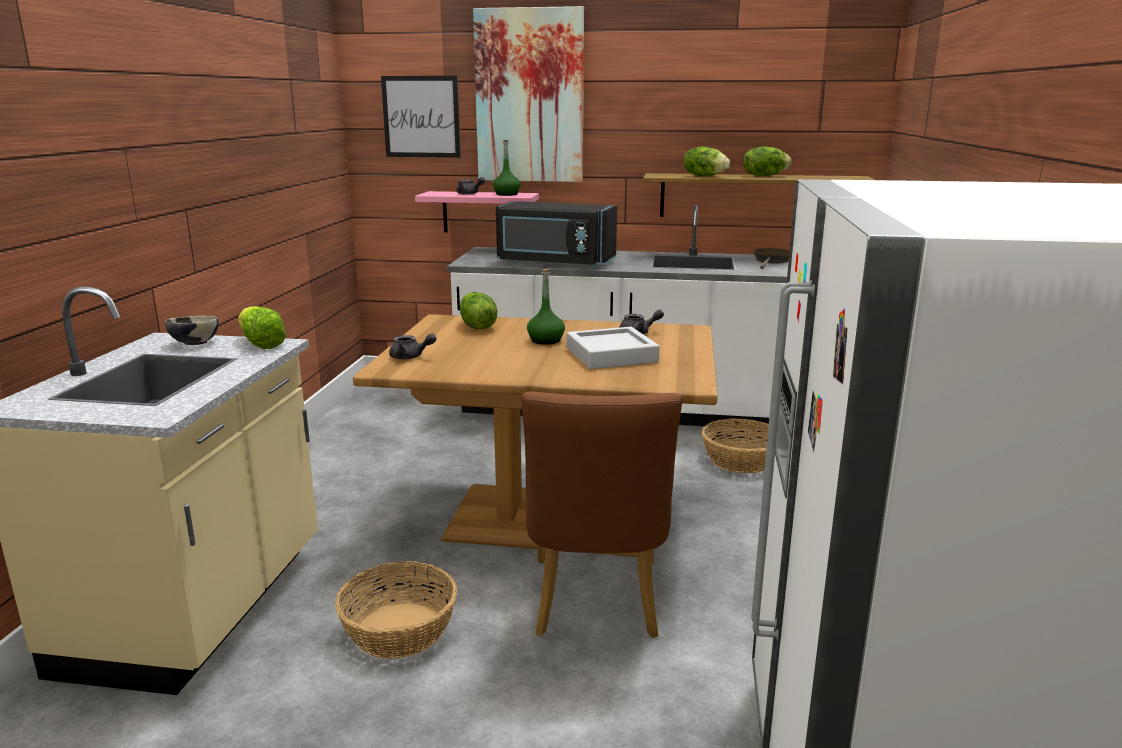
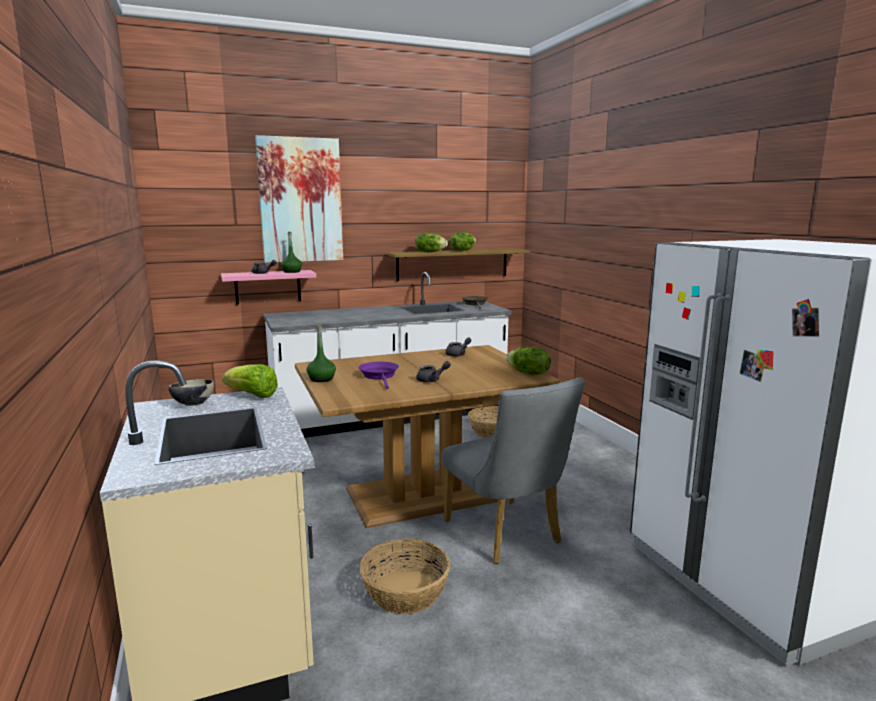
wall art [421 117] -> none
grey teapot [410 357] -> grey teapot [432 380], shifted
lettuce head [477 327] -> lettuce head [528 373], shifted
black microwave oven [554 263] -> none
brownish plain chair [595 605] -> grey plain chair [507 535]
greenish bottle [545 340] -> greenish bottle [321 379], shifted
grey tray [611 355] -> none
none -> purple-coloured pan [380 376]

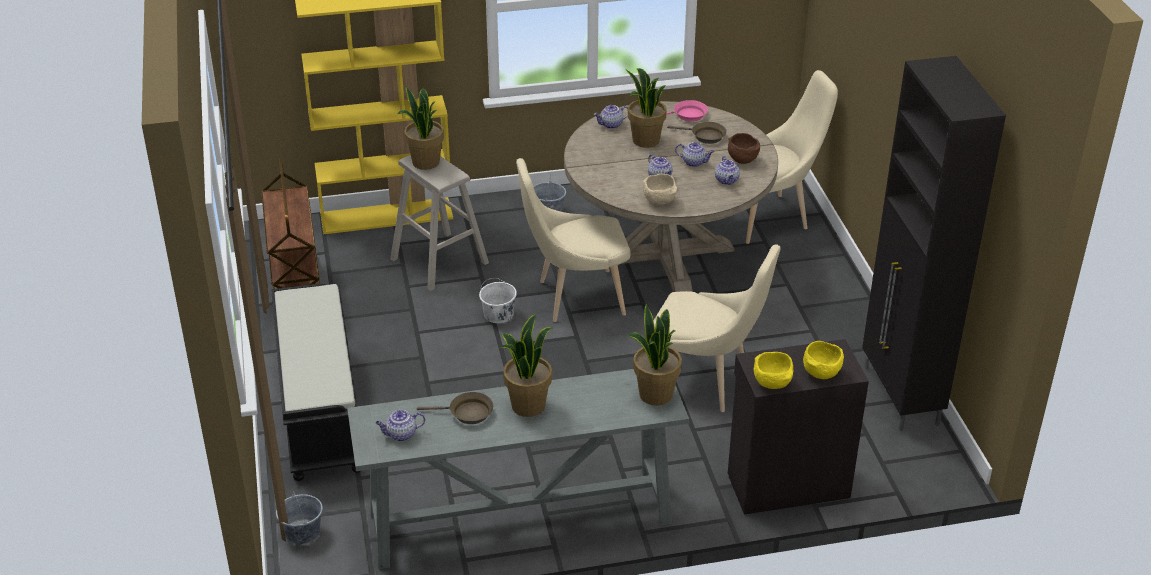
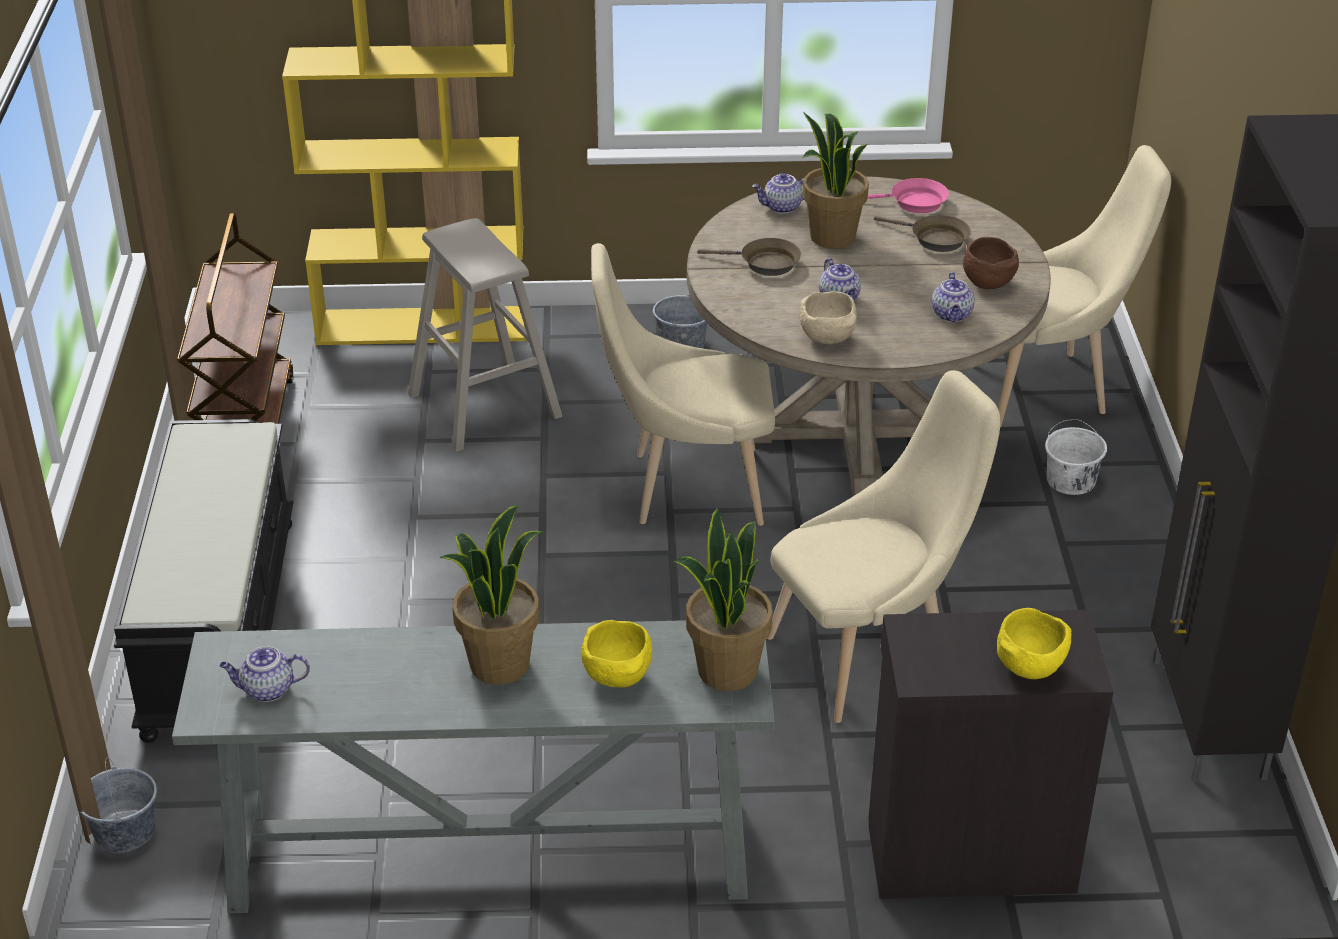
potted plant [425 162] -> none
brownish pan [467 413] -> brownish pan [764 263], shifted
white bucket [499 314] -> white bucket [1071 481], shifted
beige-coloured plain chair [706 382] -> beige-coloured plain chair [869 655], 60 degrees counterclockwise
teapot [694 162] -> none
yellow deep dish [773 383] -> yellow deep dish [619 677], shifted

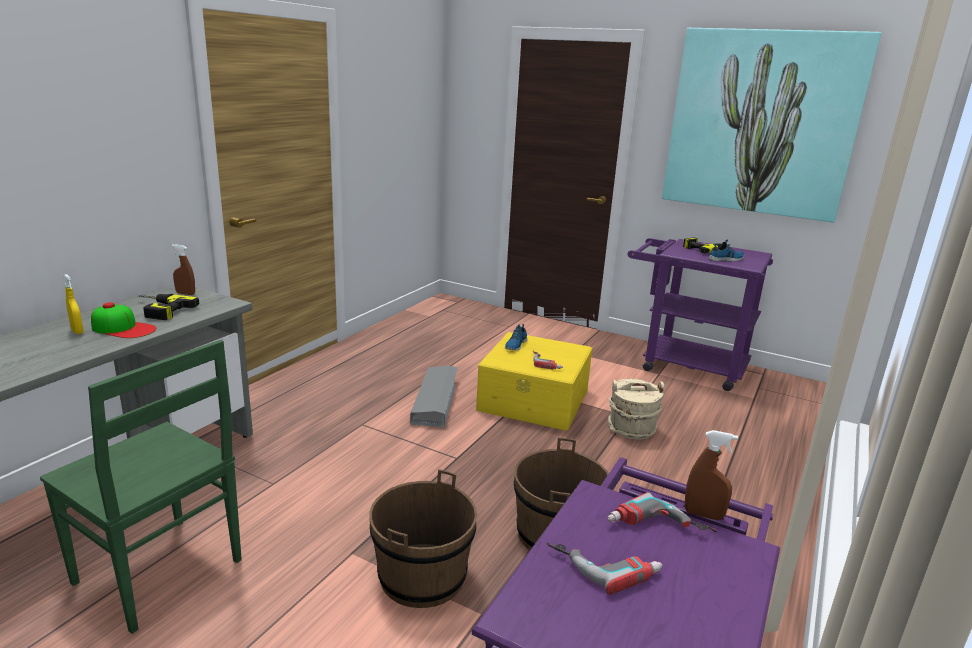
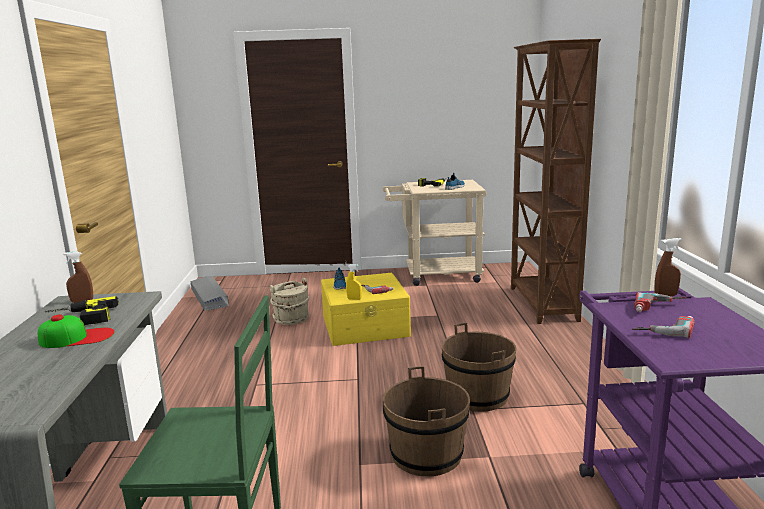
yellow hand sprayer [77 331] -> yellow hand sprayer [354 299], shifted
grey storage bin [436 401] -> grey storage bin [209 297], shifted
beige-coloured bucket [631 429] -> beige-coloured bucket [291 319], shifted
purple-coloured trolley [683 365] -> beige-coloured trolley [435 275]
wall art [761 123] -> none
none -> brownish bookcase [542 304]

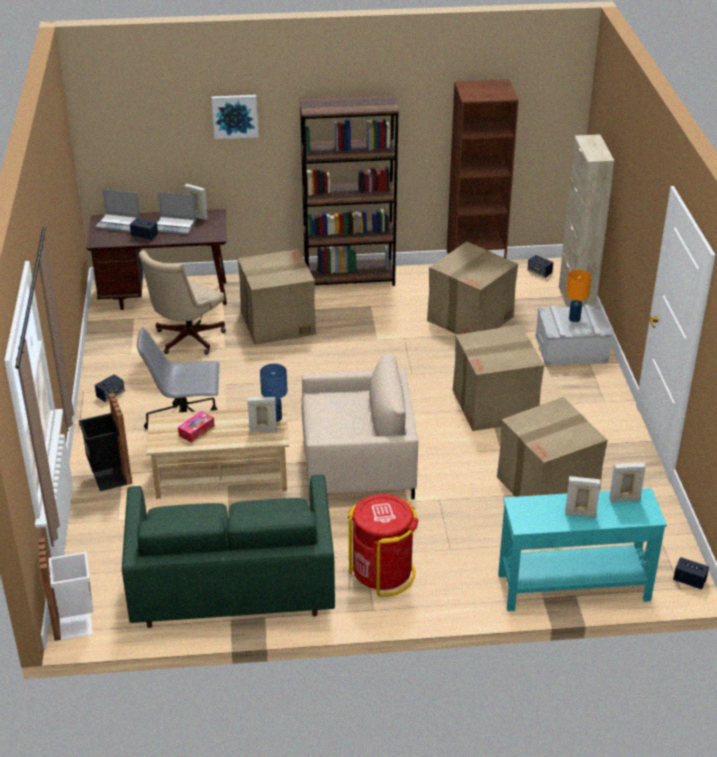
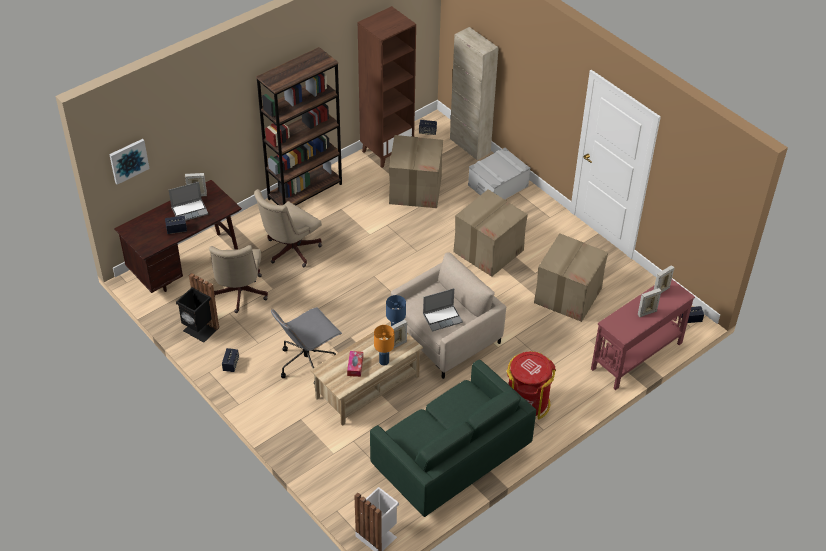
black rubbish bin [109 476] -> black rubbish bin [200 330], shifted
notebook computer [119 223] -> notebook computer [442 318], shifted
wall art [235 116] -> wall art [128 160], shifted
cardboard box [277 322] -> beige-coloured office chair [289 251]
turquoise-coloured console table [572 587] -> reddish console table [636 356]
orange lamp for a table [574 319] -> orange lamp for a table [384 361], shifted

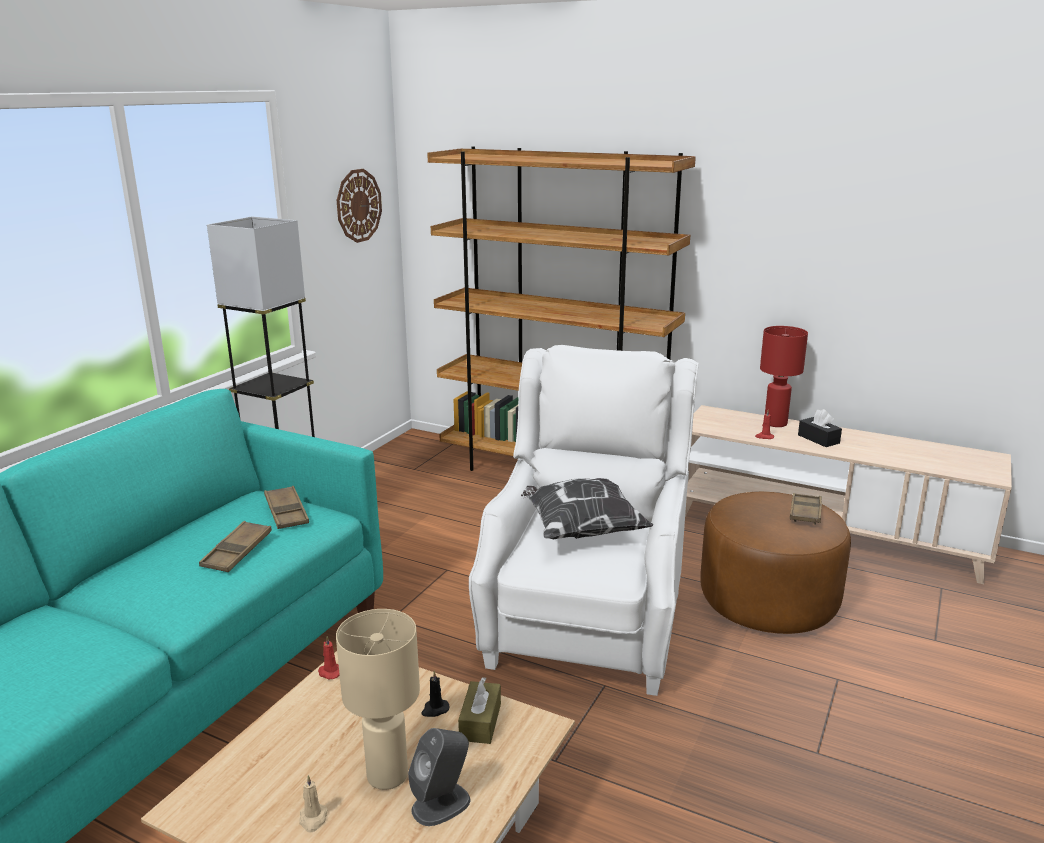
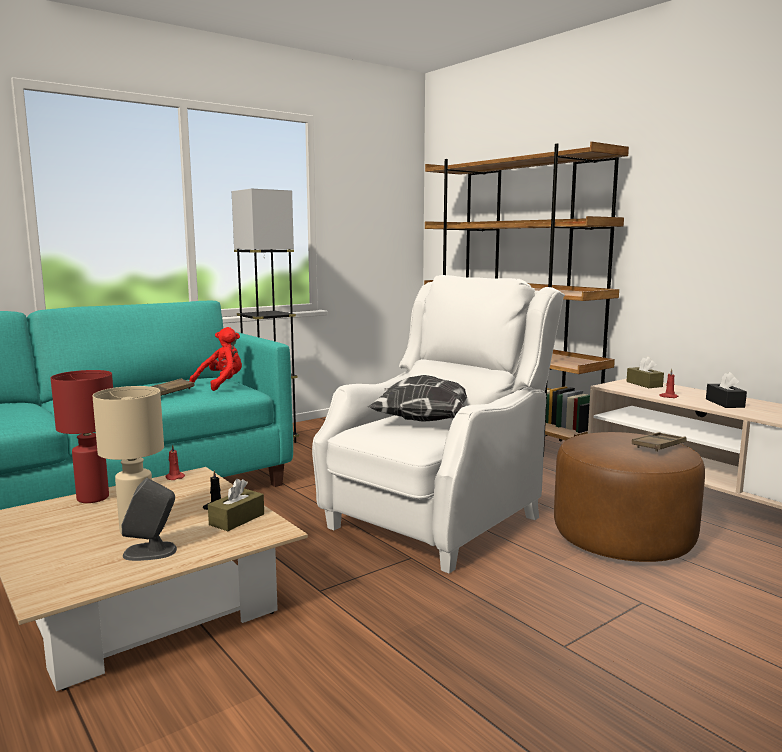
brownish tray [286 512] -> reddish plush toy [221 384]
beige-coloured wax light [313 819] -> none
wall clock [358 205] -> none
reddish lamp for a table [775 423] -> reddish lamp for a table [92 498], shifted
none -> brownish box of tissues [644 384]

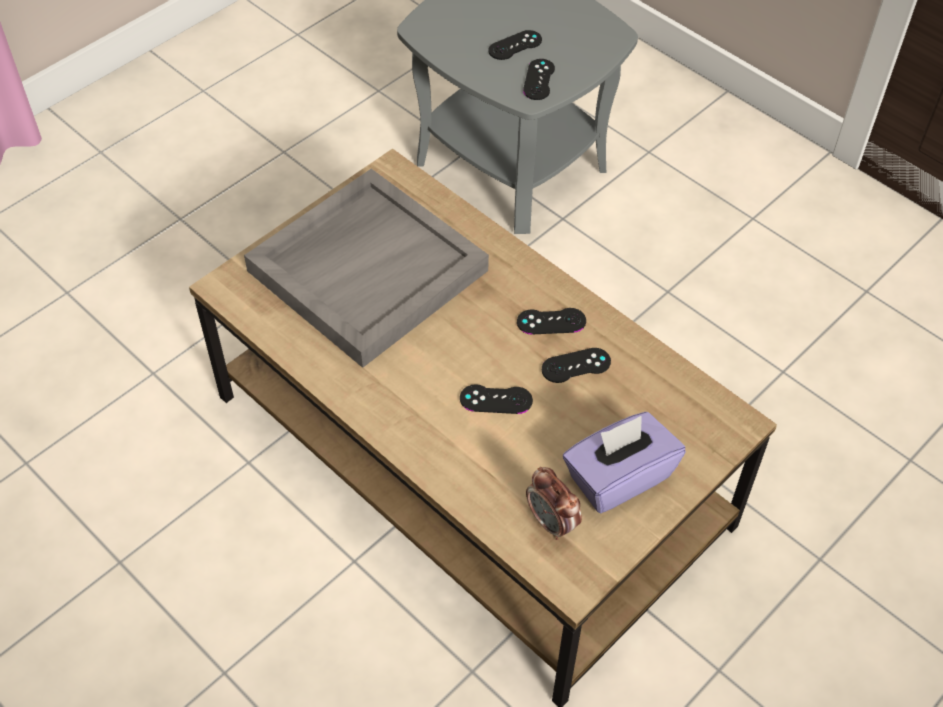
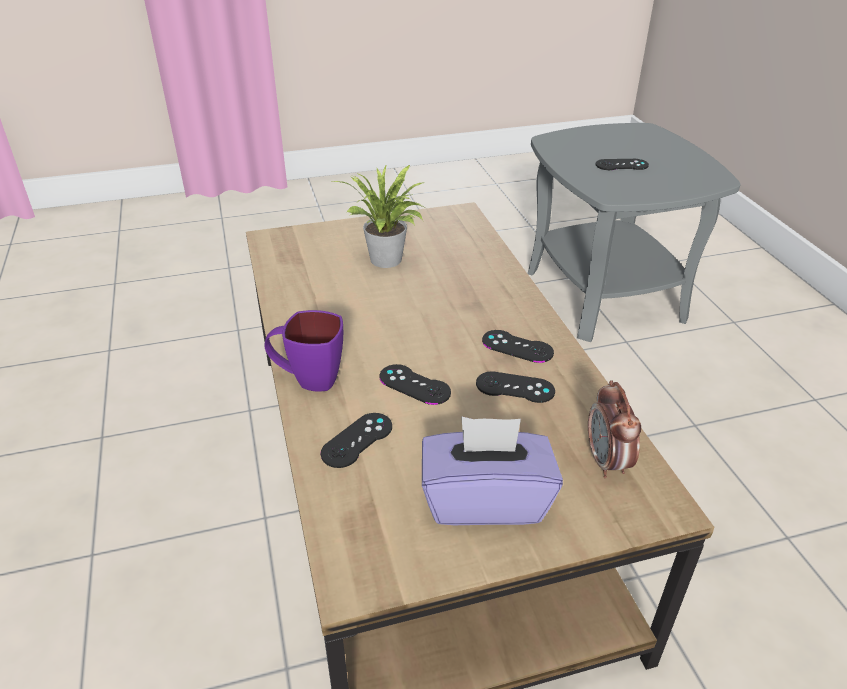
grey tray [368 269] -> potted plant [387 262]
black gamepad [539 80] -> black gamepad [357 440], shifted
table clock [552 522] -> table clock [607 462], shifted
none -> purple-coloured coffee mug [308 379]

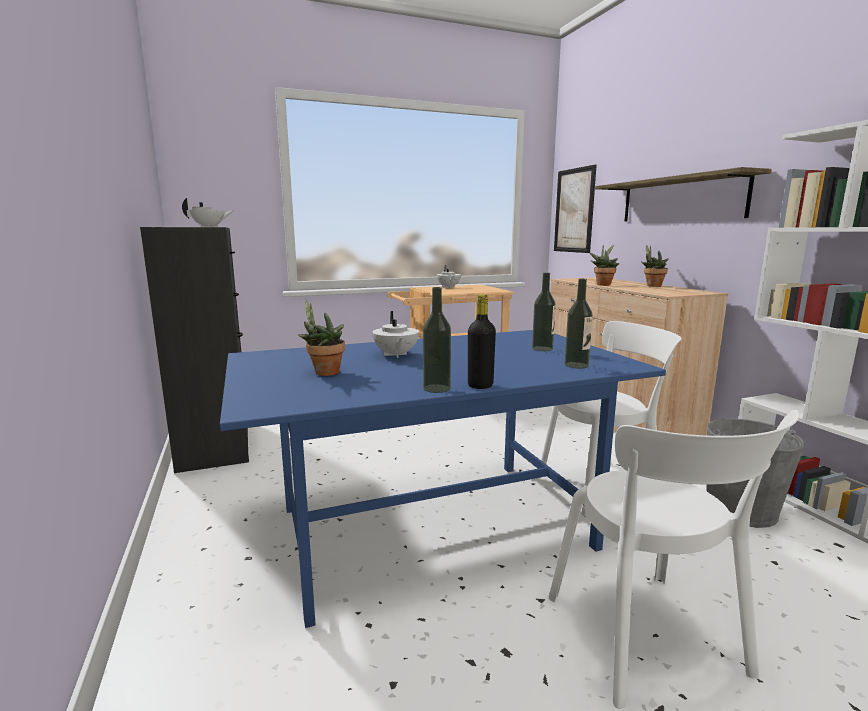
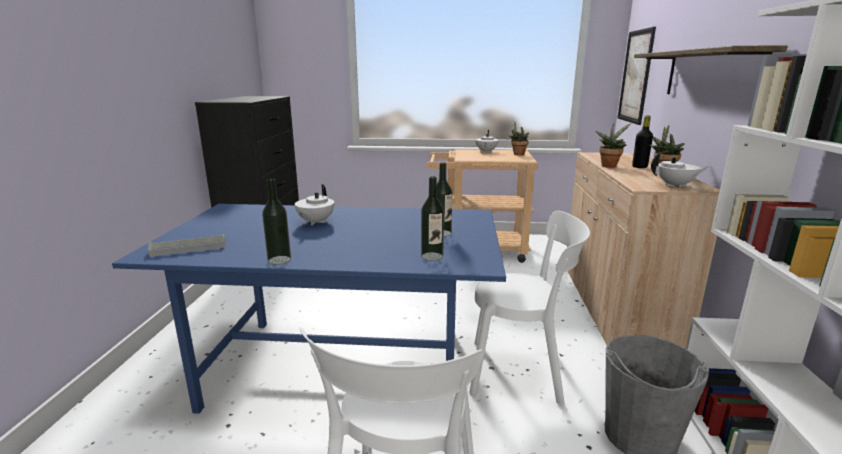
white teapot [209 227] -> white teapot [675 186], shifted
potted plant [324 372] -> potted plant [517 154], shifted
black bottle [480 385] -> black bottle [639 167], shifted
none -> grey tray [189 248]

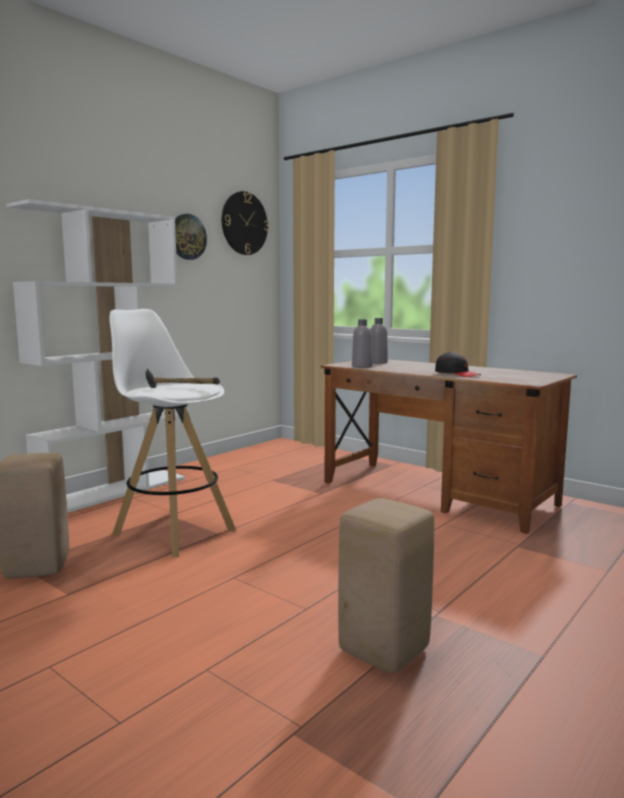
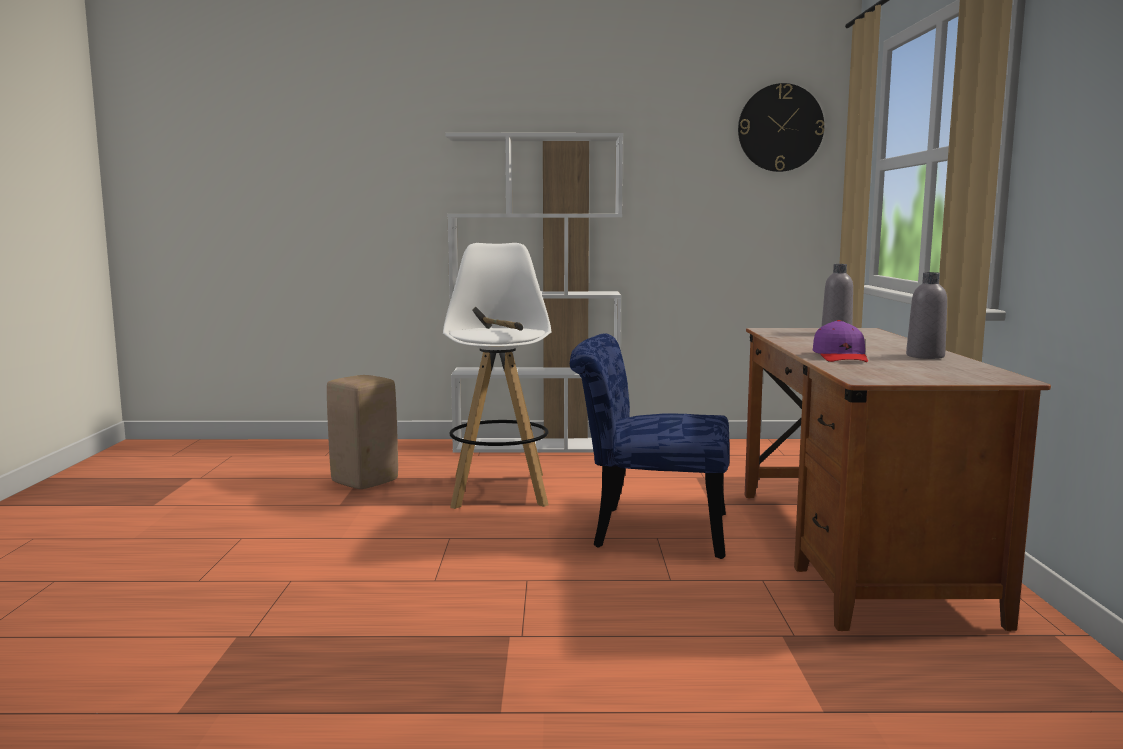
wall clock [187 237] -> none
beige-coloured stool [382 650] -> none
grey bottle [361 366] -> grey bottle [925 356], shifted
black baseball cap [457 374] -> purple-coloured baseball cap [840 357]
none -> bluish plain chair [647 530]

